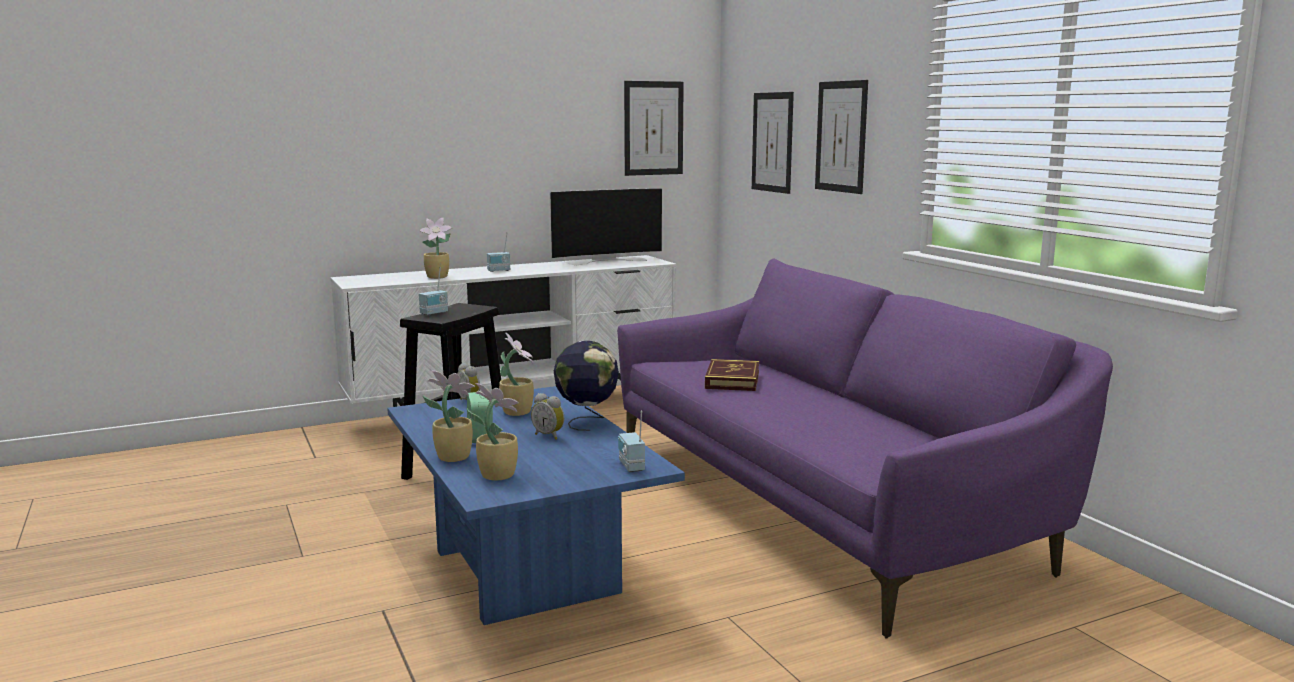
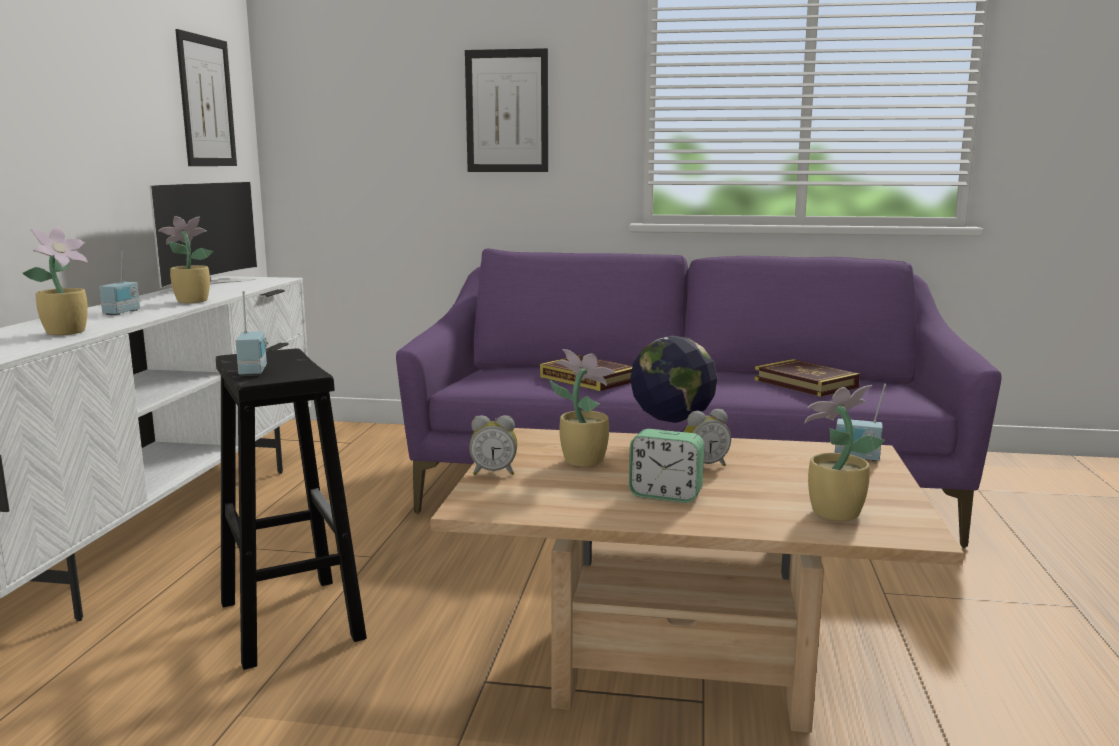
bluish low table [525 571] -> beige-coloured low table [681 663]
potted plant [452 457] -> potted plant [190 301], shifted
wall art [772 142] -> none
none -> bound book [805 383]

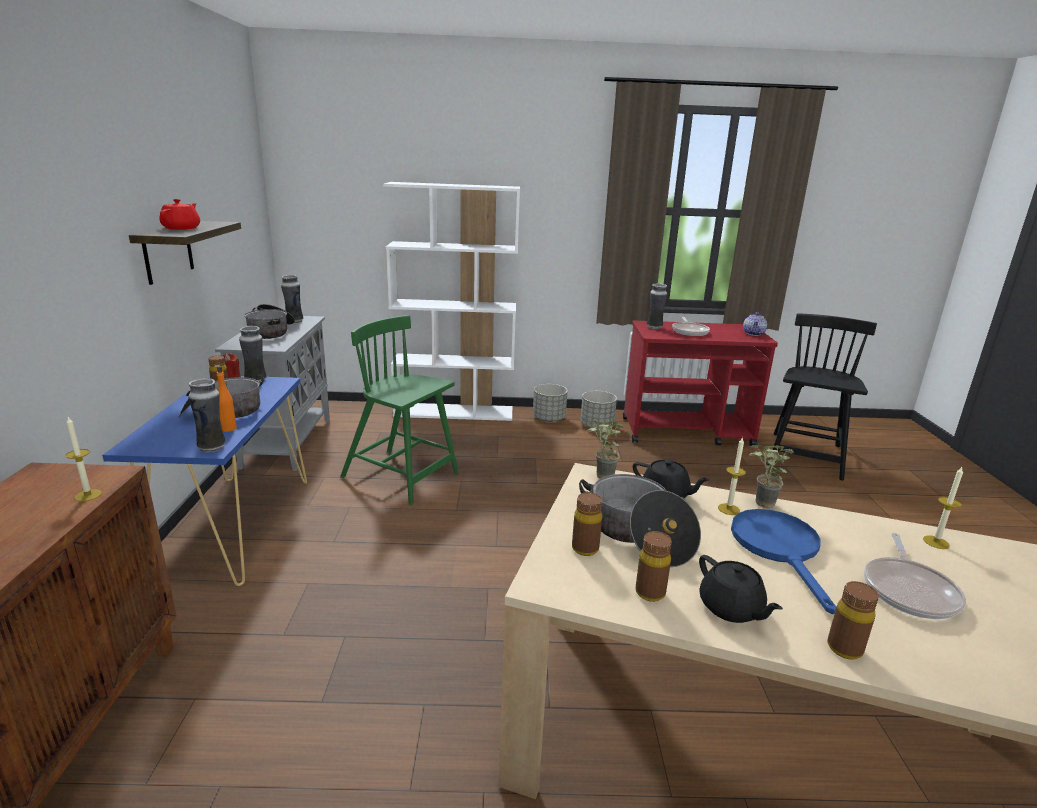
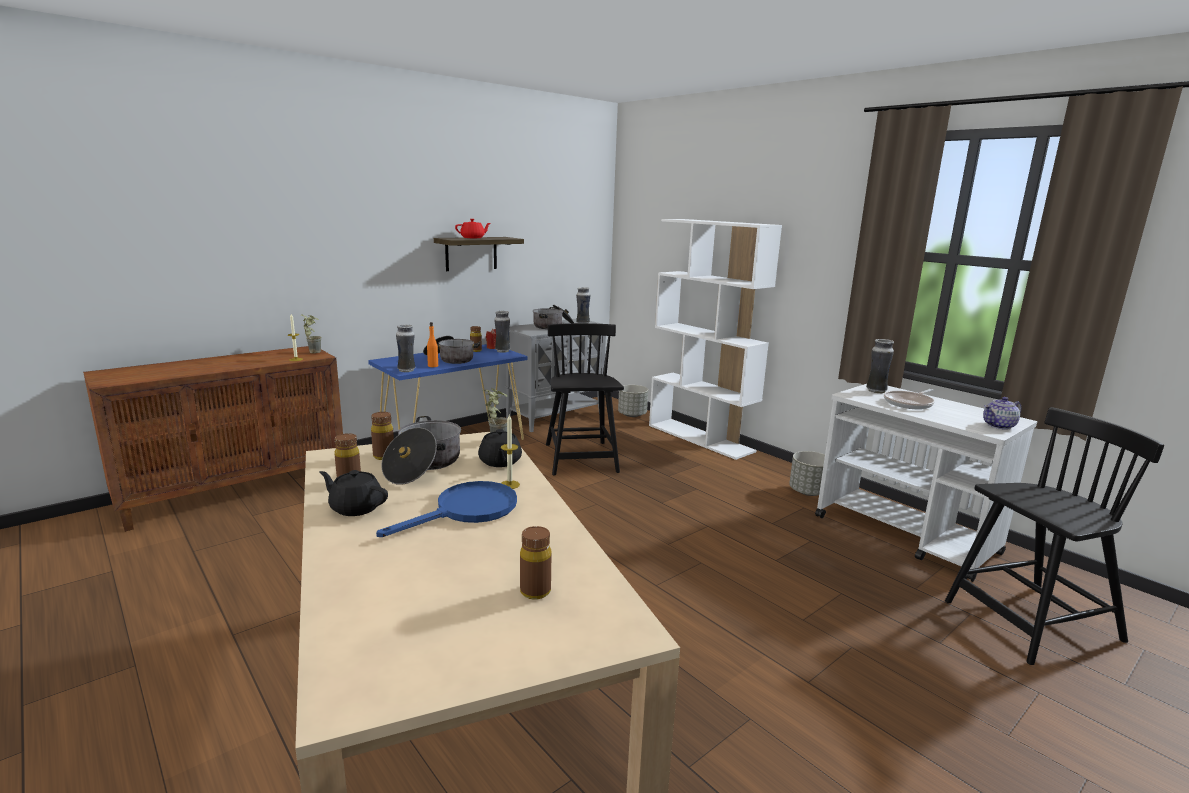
greenish plain chair [402 476] -> black plain chair [580 459]
grey flower pot [548 418] -> grey flower pot [632 415], shifted
reddish trolley [687 432] -> white trolley [906 535]
black teapot [731 608] -> black teapot [356 508], 90 degrees clockwise
potted plant [759 504] -> potted plant [313 351], shifted
brownish bottle [844 648] -> brownish bottle [535 591], shifted
pan [909 590] -> none
wax light [936 542] -> none

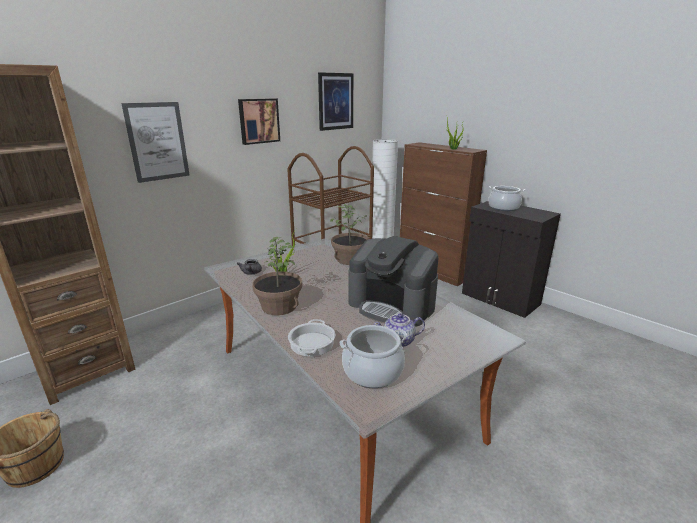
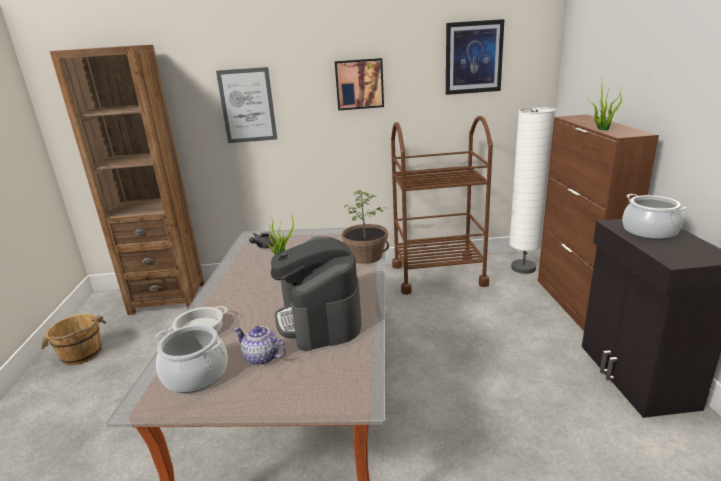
potted plant [278 306] -> none

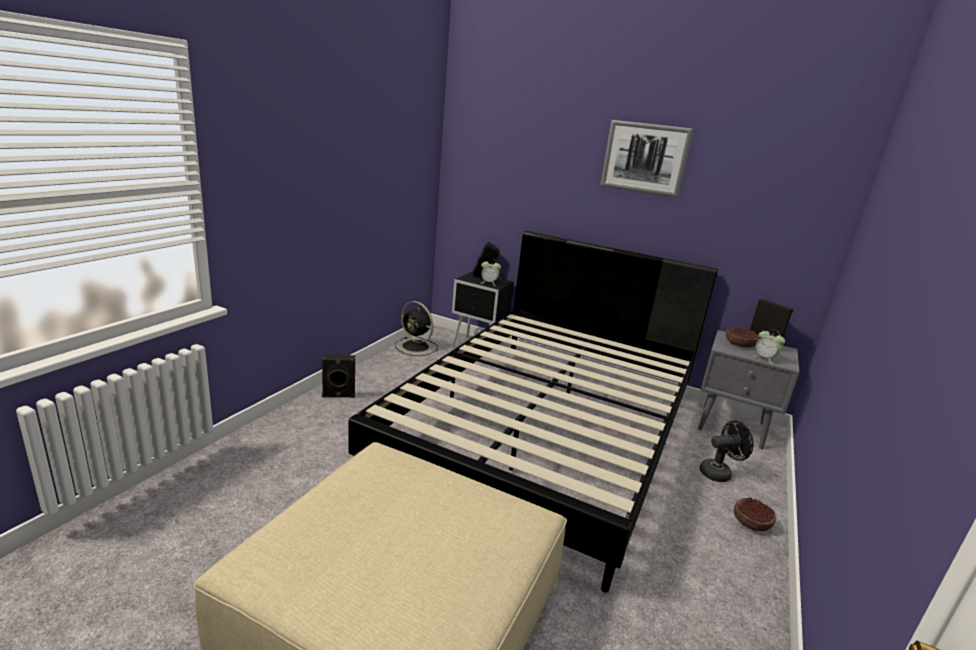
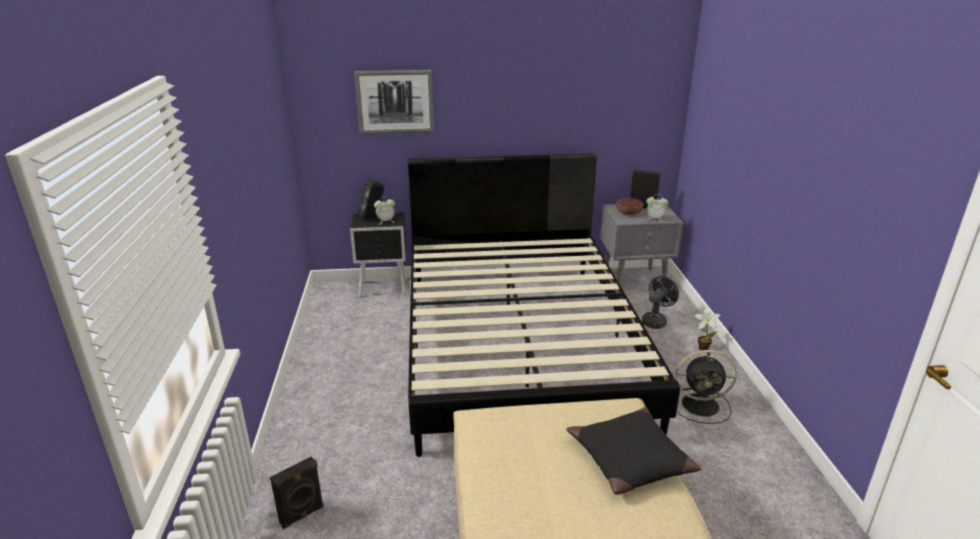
black audio speaker [338 396] -> black audio speaker [302 515], shifted
black fan [416 347] -> black fan [702 405], shifted
wall art [645 158] -> wall art [395 102], shifted
deep dish [751 522] -> potted plant [701 348]
none -> black throw pillow [629 459]

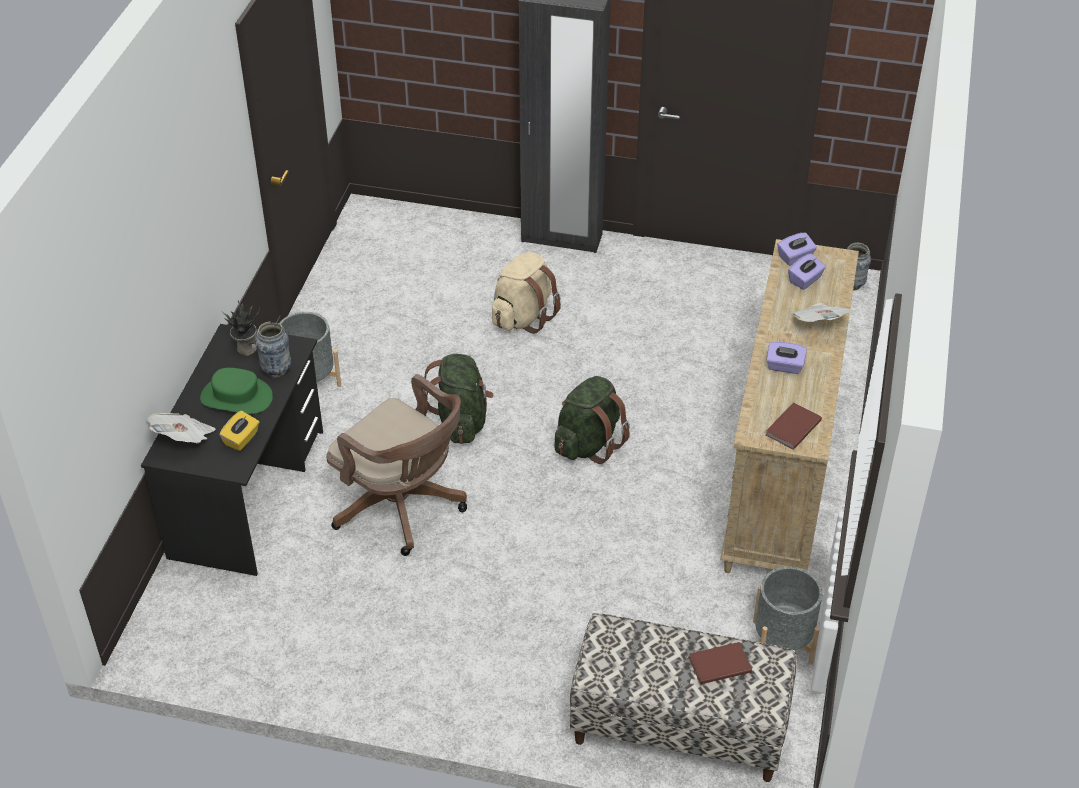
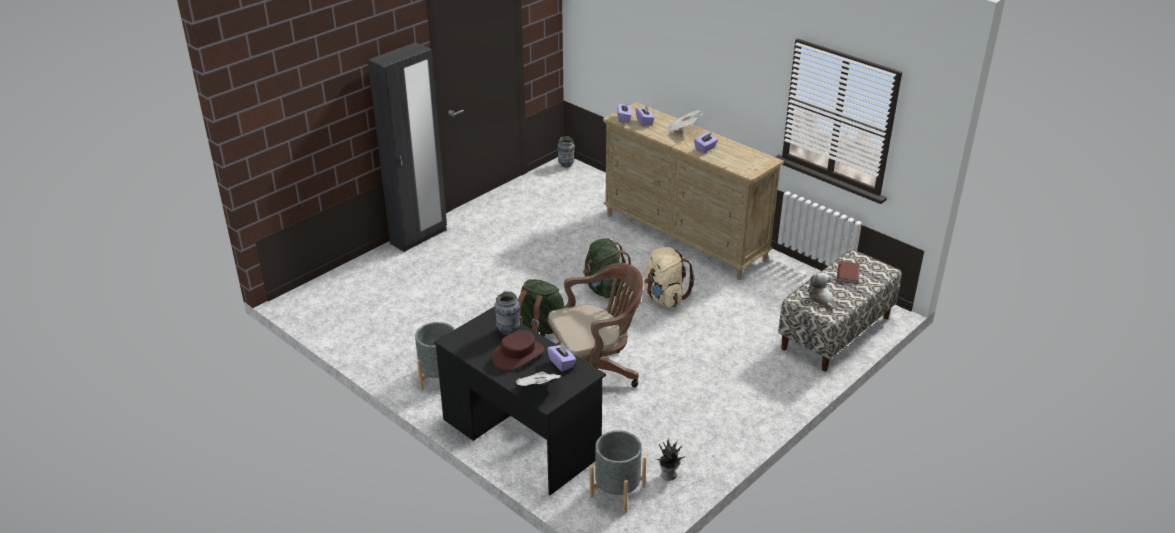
greenish clothing hat [236 397] -> brownish clothing hat [518 354]
yellow box of tissues [241 439] -> purple-coloured box of tissues [562 363]
potted plant [246 348] -> potted plant [668 475], shifted
beige-coloured backpack [523 317] -> beige-coloured backpack [664 298], shifted
grey flower pot [782 642] -> grey flower pot [617 491], shifted
brownish bound book [791 428] -> none
none -> plush toy [821 298]

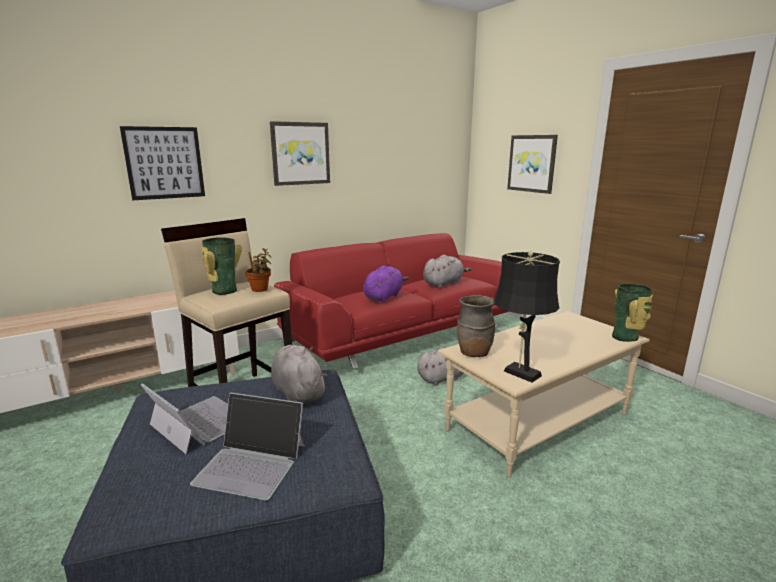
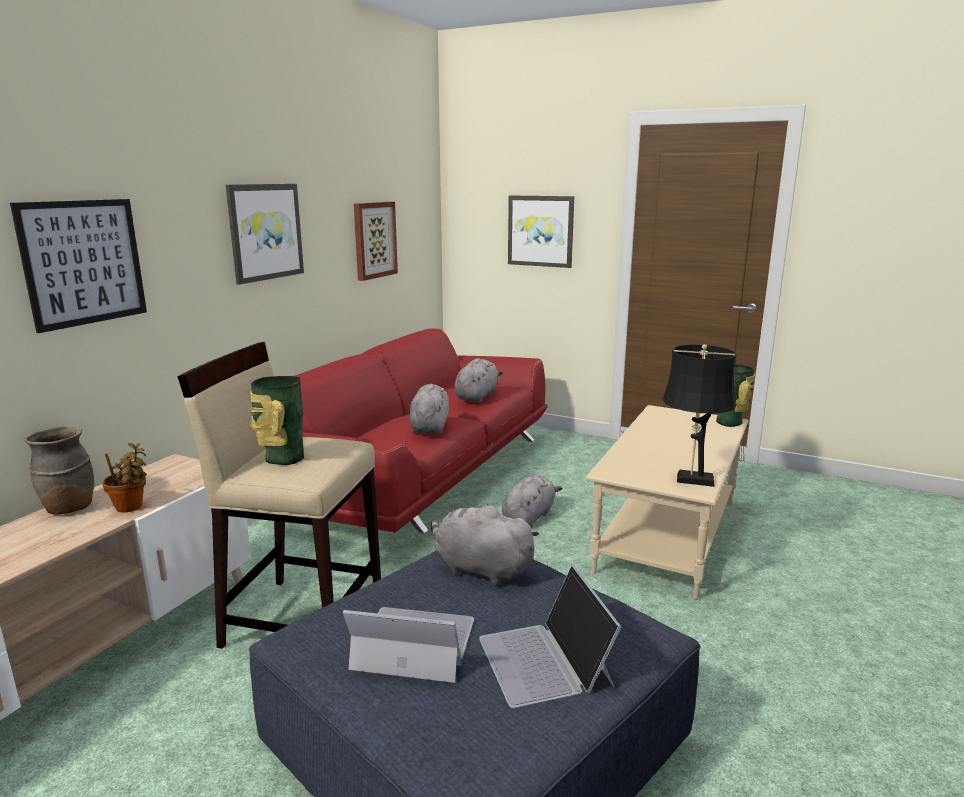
notebook computer [252 463] -> notebook computer [546 661], 90 degrees clockwise
potted plant [260 290] -> potted plant [131 507], shifted
purple-coloured plush toy [384 297] -> grey plush toy [429 427]
brownish flower vase [473 353] -> brownish flower vase [69 508], shifted
none -> wall art [374 240]

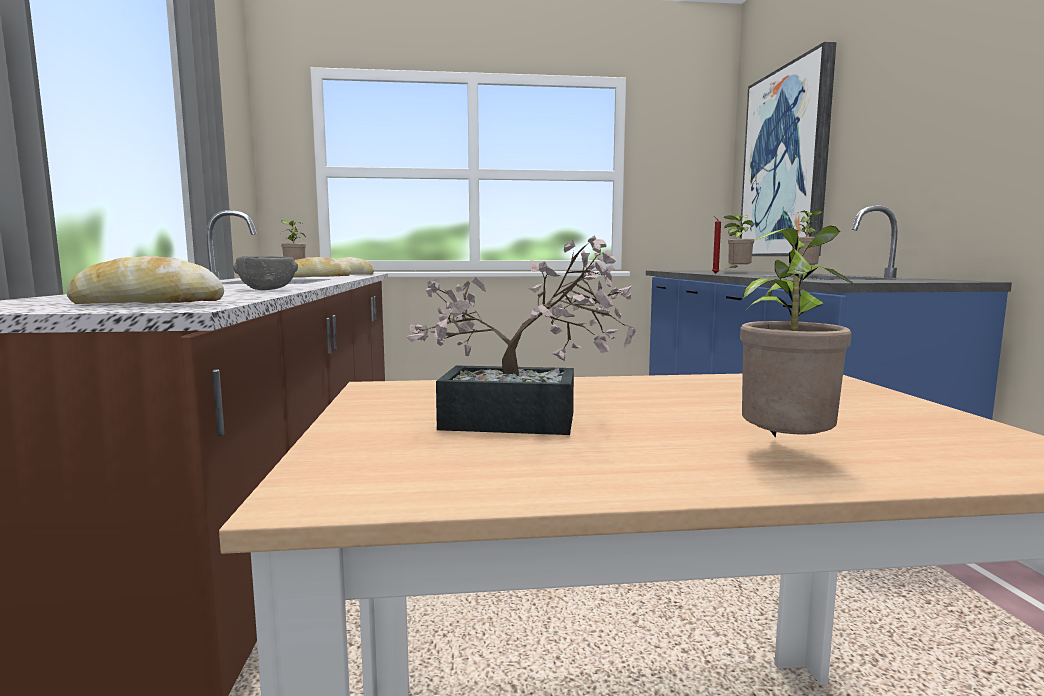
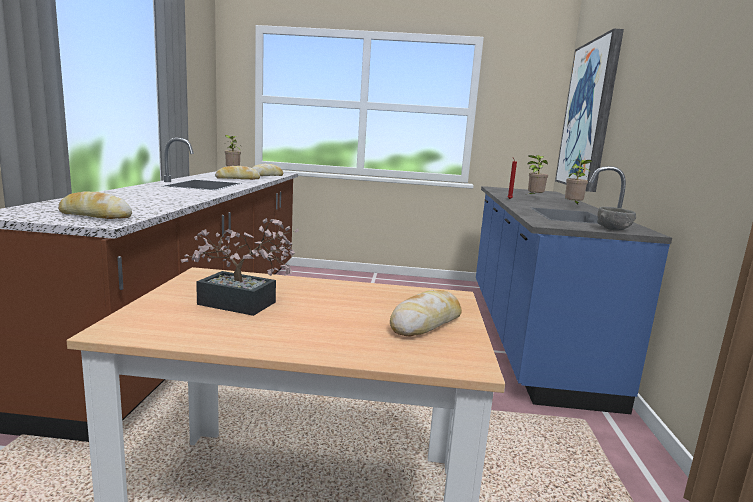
grey deep dish [267 289] -> grey deep dish [613 229], shifted
potted plant [785 454] -> none
none -> baked bread [426 323]

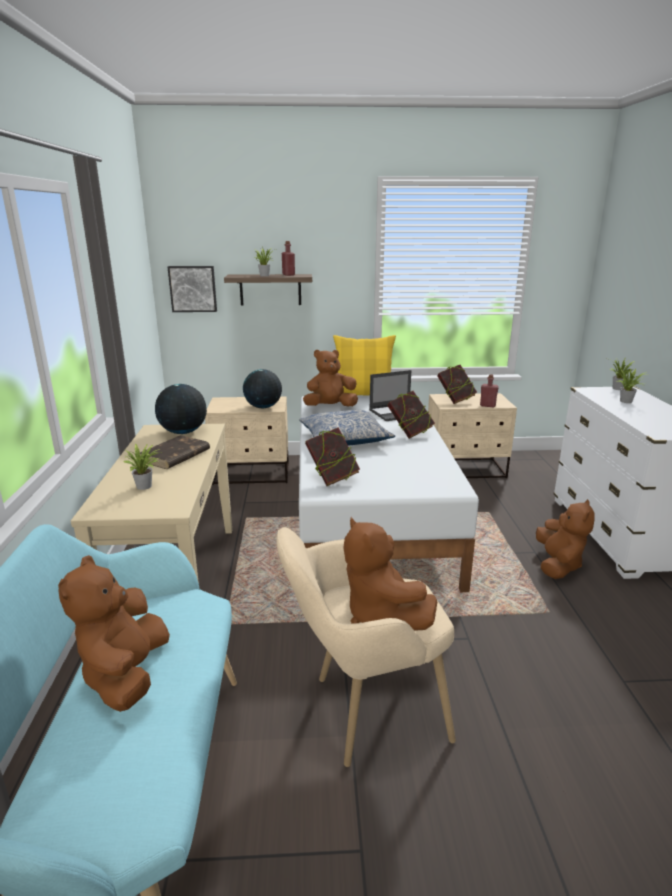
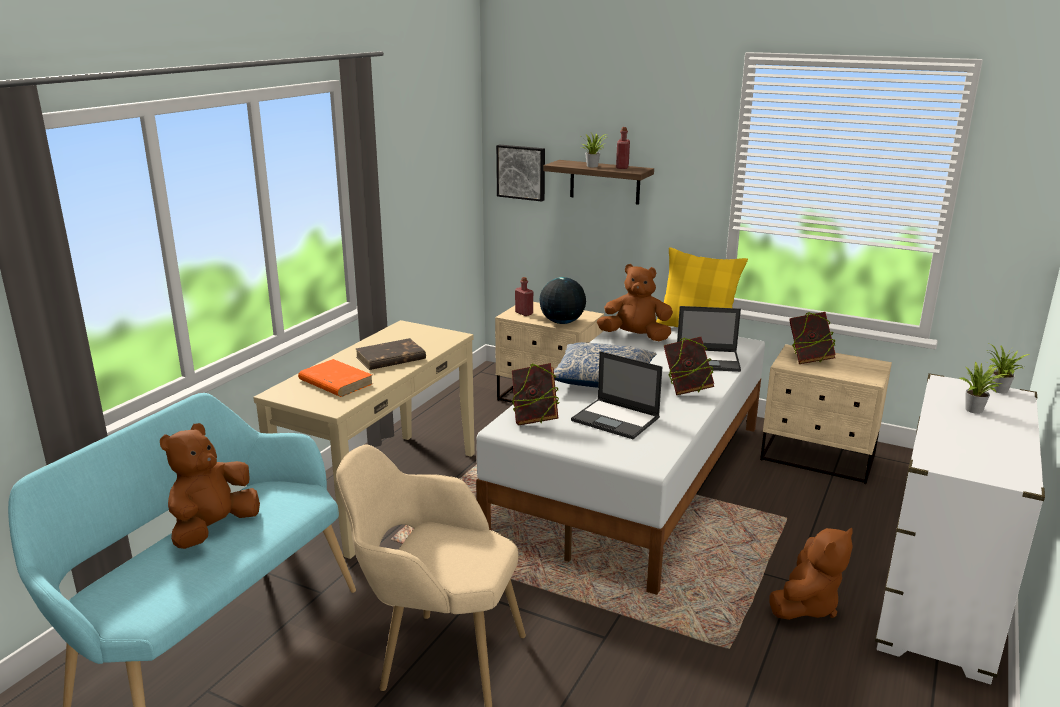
potted plant [146 486] -> orange bound book [335 382]
globe [183 432] -> none
brownish plush toy [380 614] -> none
reddish bottle [487 405] -> reddish bottle [524 313], shifted
none -> notebook computer [616 419]

